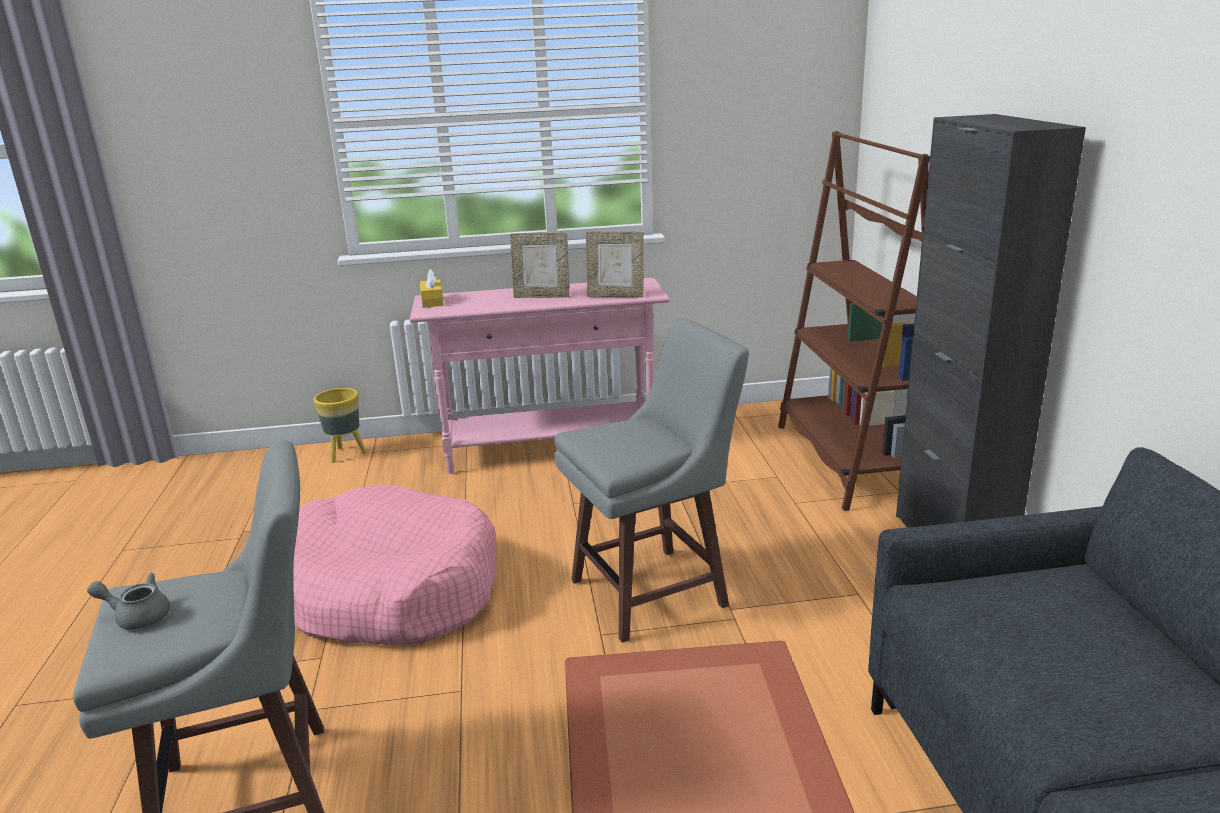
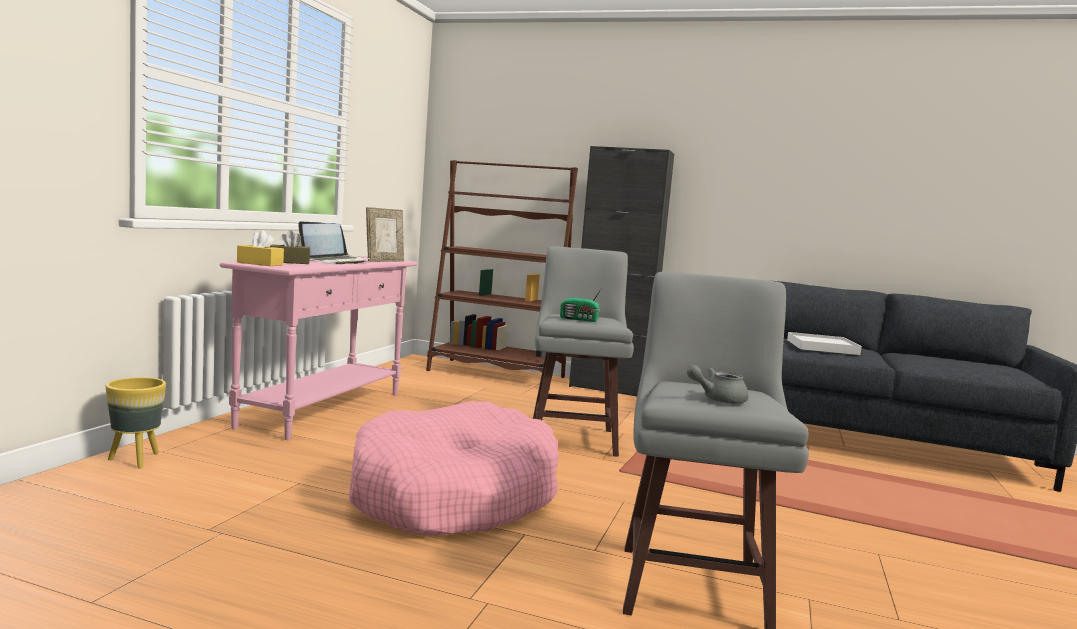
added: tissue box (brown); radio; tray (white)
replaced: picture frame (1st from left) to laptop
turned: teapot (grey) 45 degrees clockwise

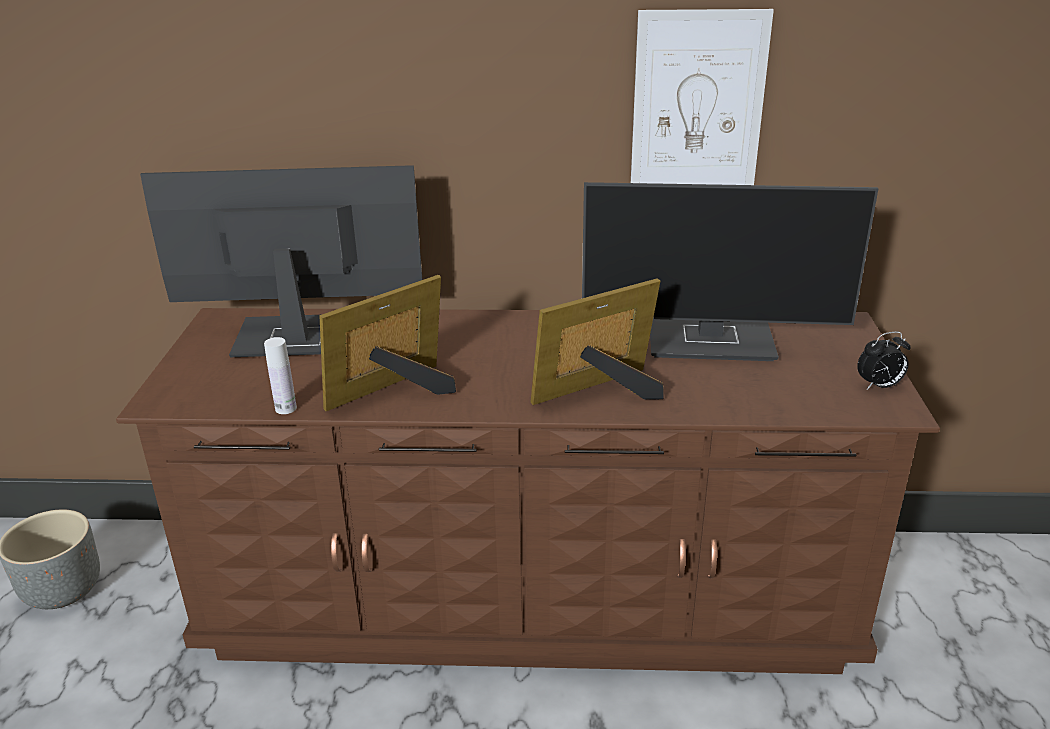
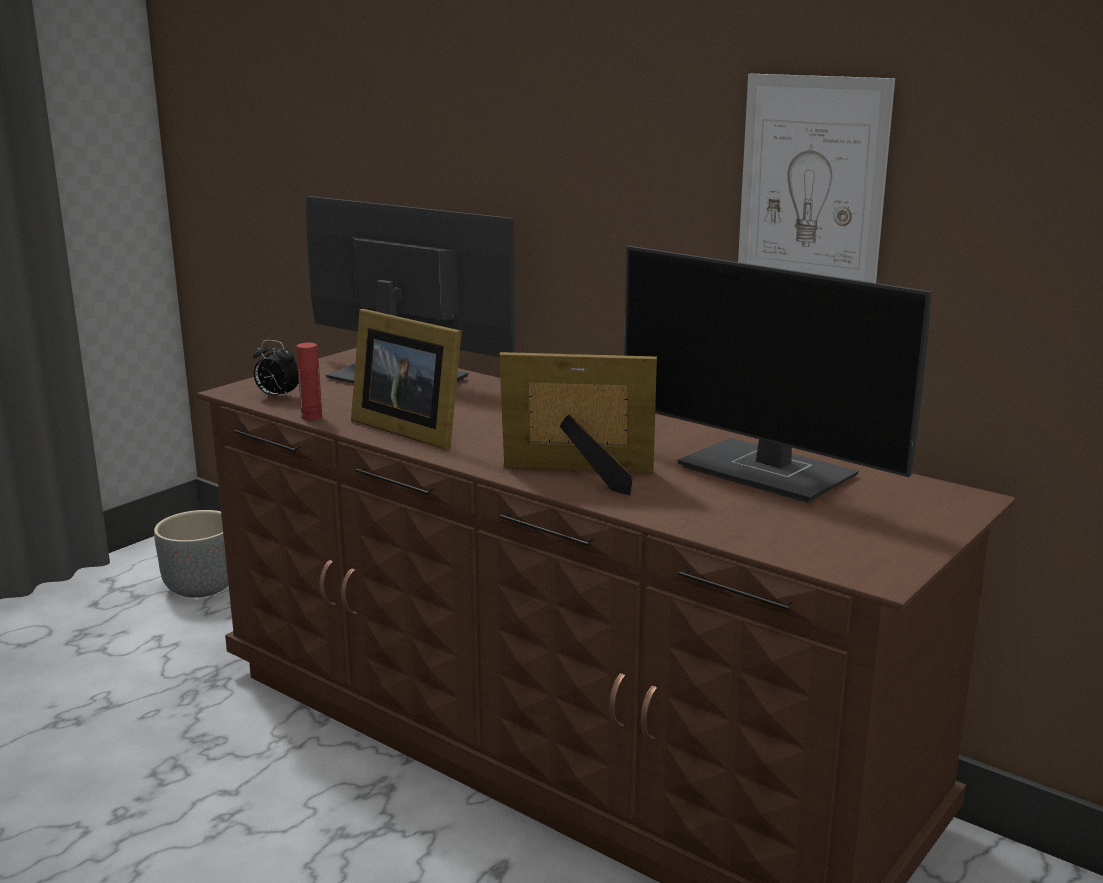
moved: alarm clock
recoloured: bottle (white) to bottle (red)
turned: picture frame (1st from left) 135 degrees counterclockwise

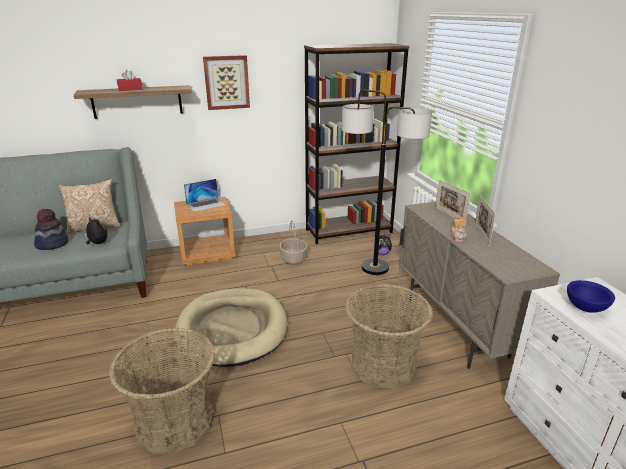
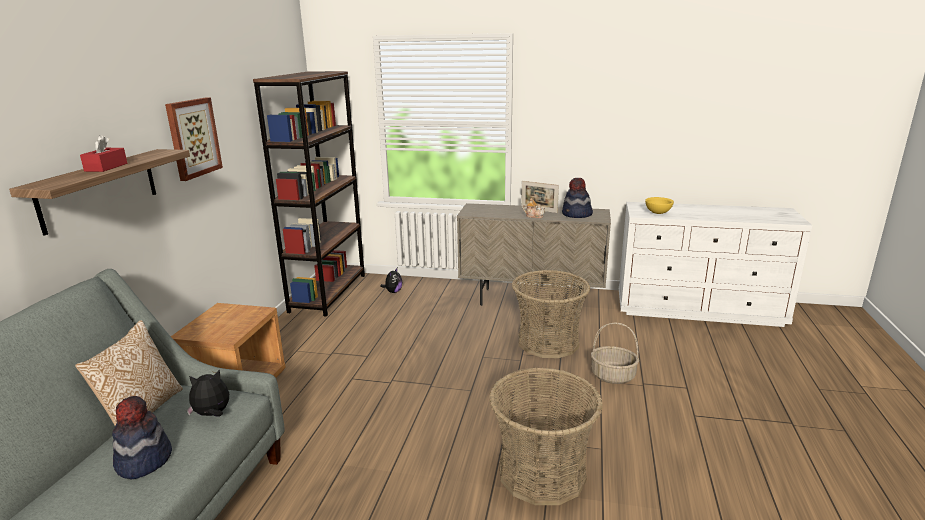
removed: dog bed (beige); laptop; floor lamp; picture frame (1st from left)
added: hat (2nd from left)
moved: basket (2nd from left in the first image) to basket (3rd from left)
recoloured: bowl (blue) to bowl (yellow)

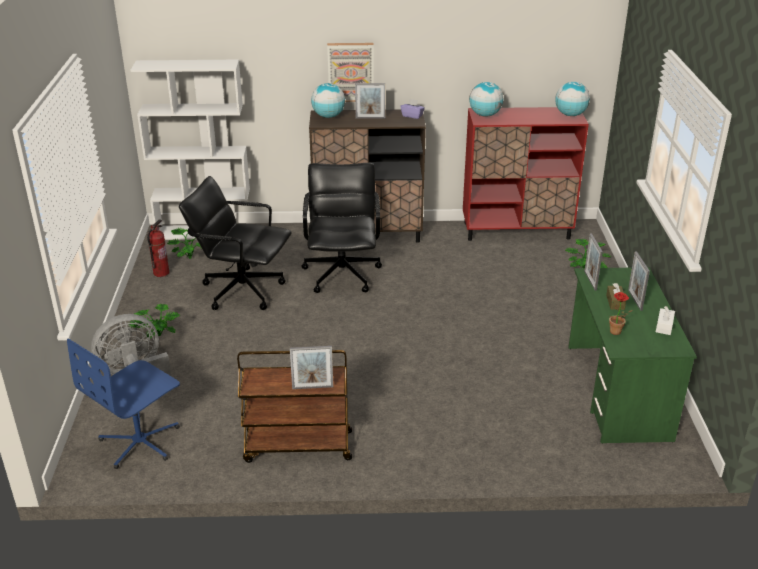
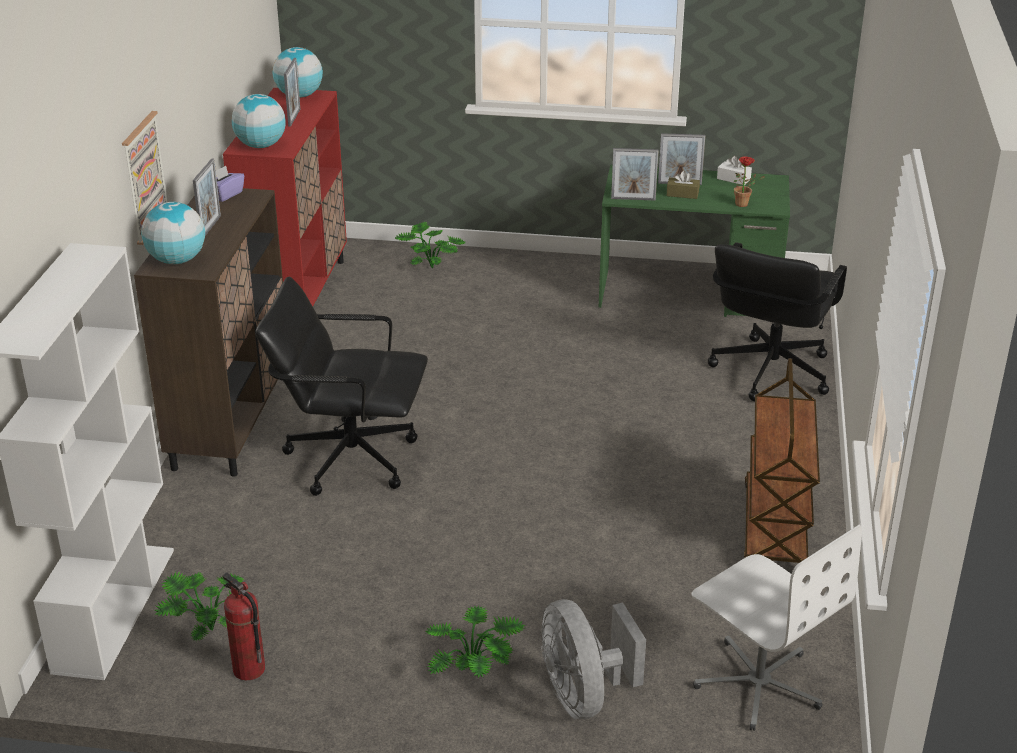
moved: office chair (black) (1st from left in the first image) to office chair (black) (2nd from left); picture frame (1st from left in the first image) to picture frame (2nd from left)
recoloured: office chair (blue) to office chair (white)

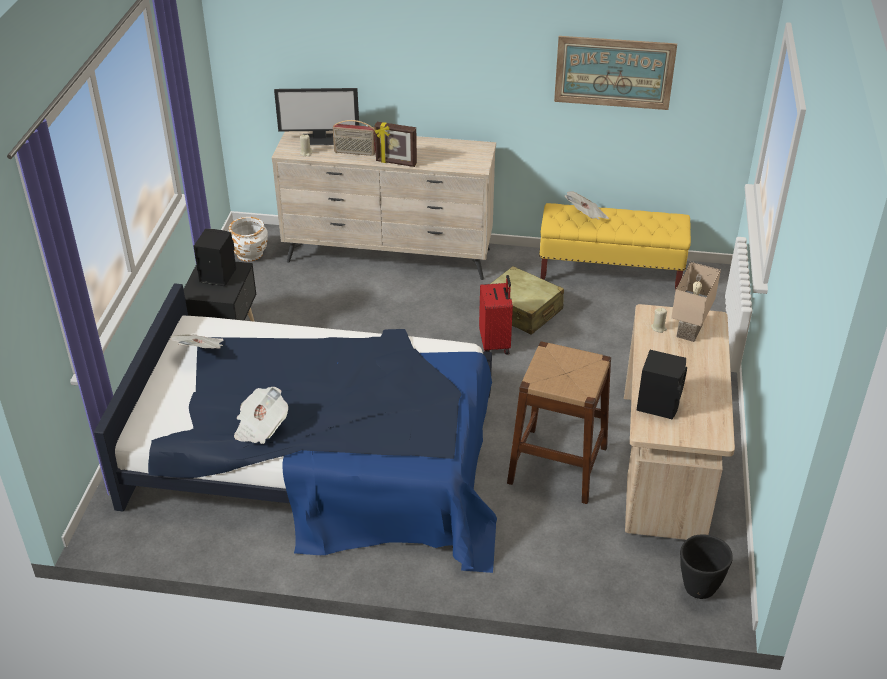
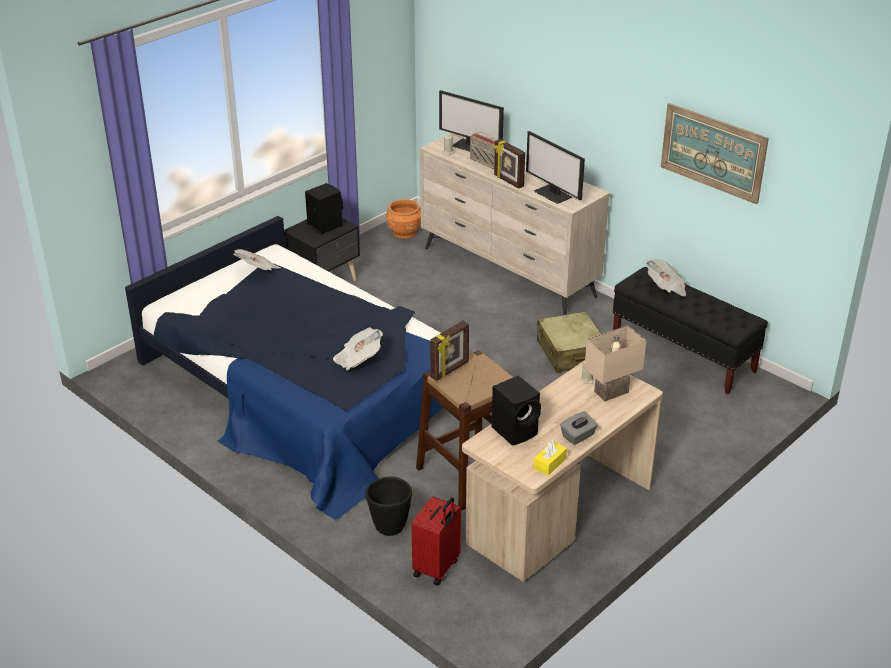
added: picture frame (1st from left); monitor (2nd from left); tissue box (yellow); tissue box (grey)
moved: newspaper (2nd from left); suitcase (red); planter (black)
recoloured: planter (white) to planter (orange); bench (yellow) to bench (black)

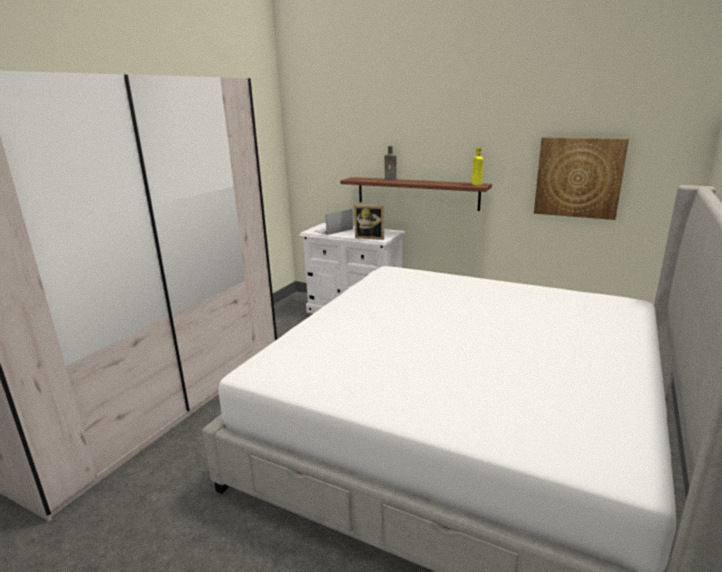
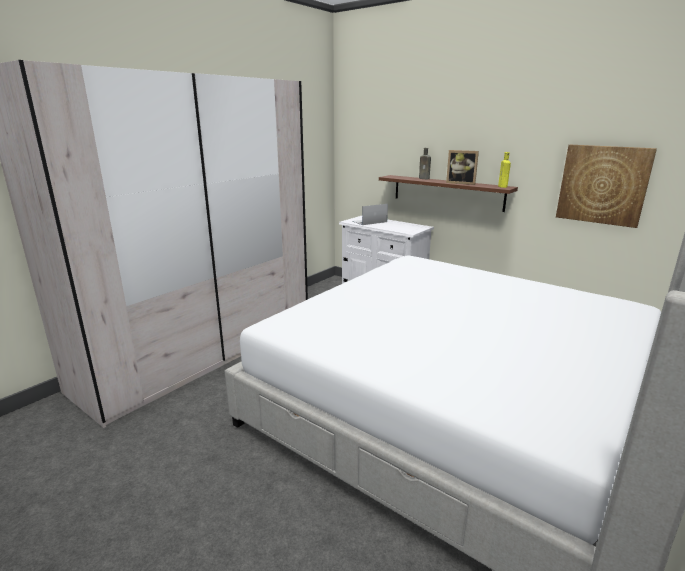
moved: picture frame

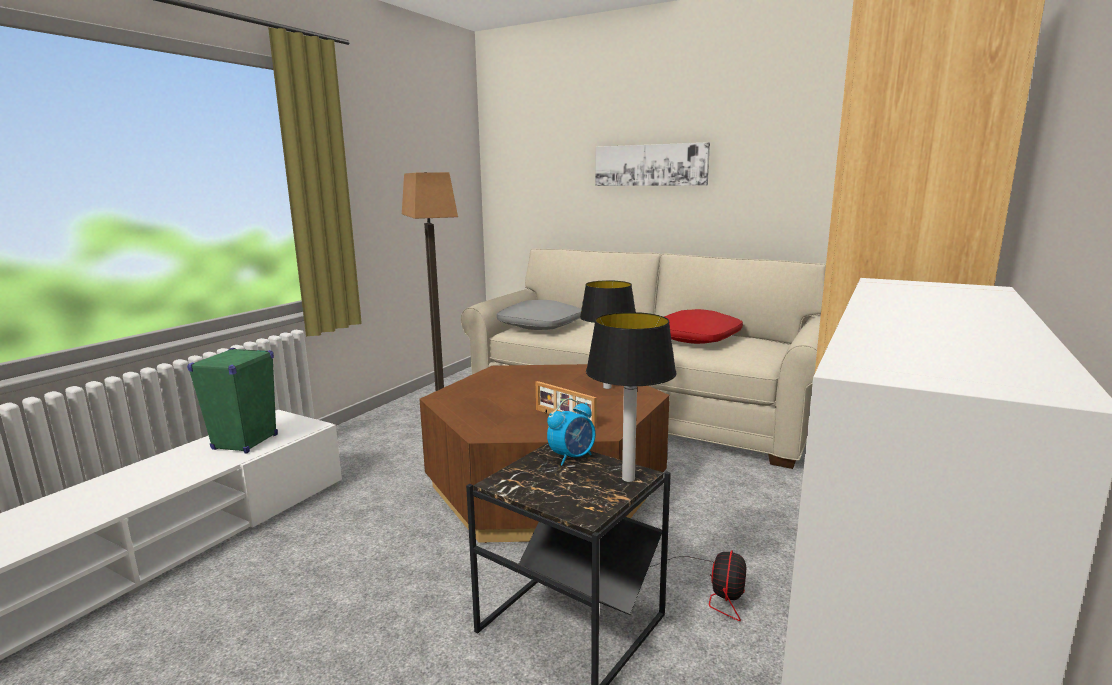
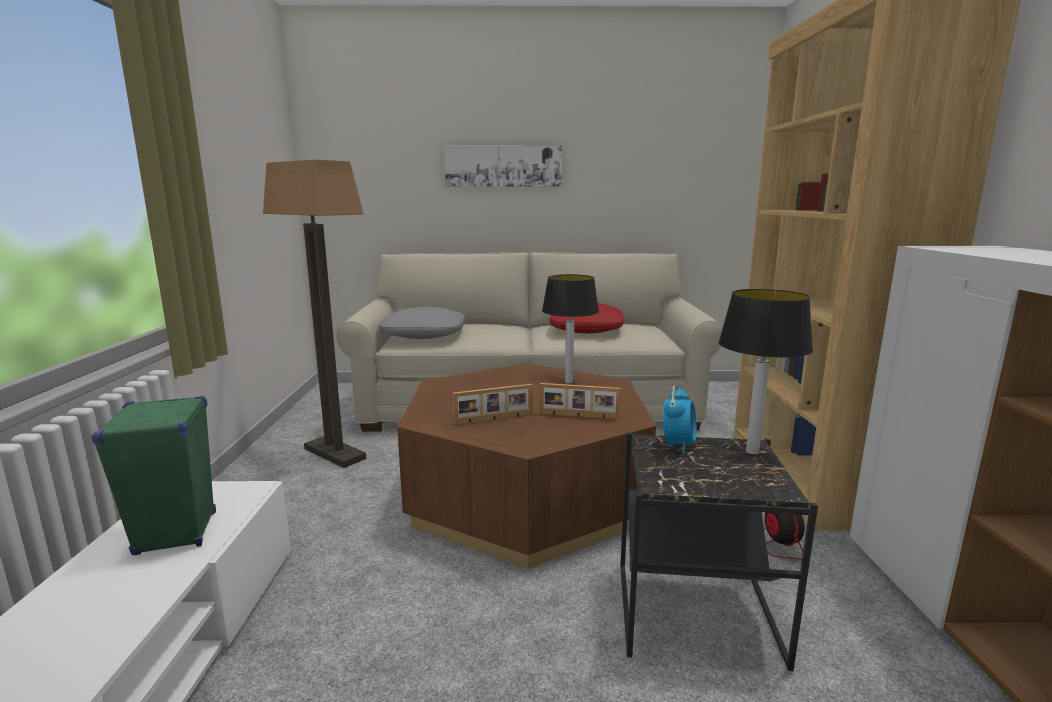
added: picture frame (1st from left)

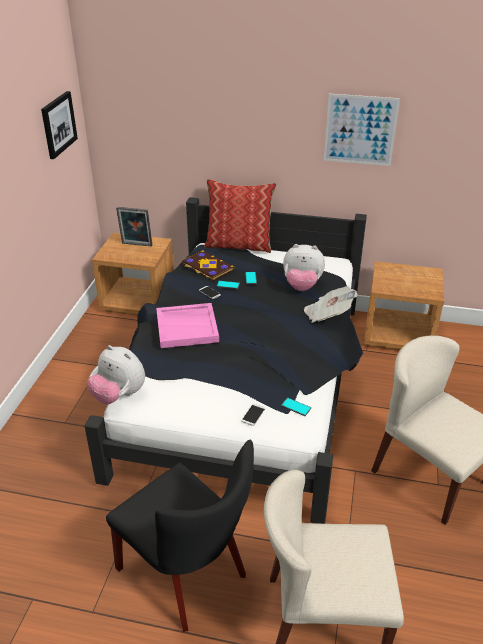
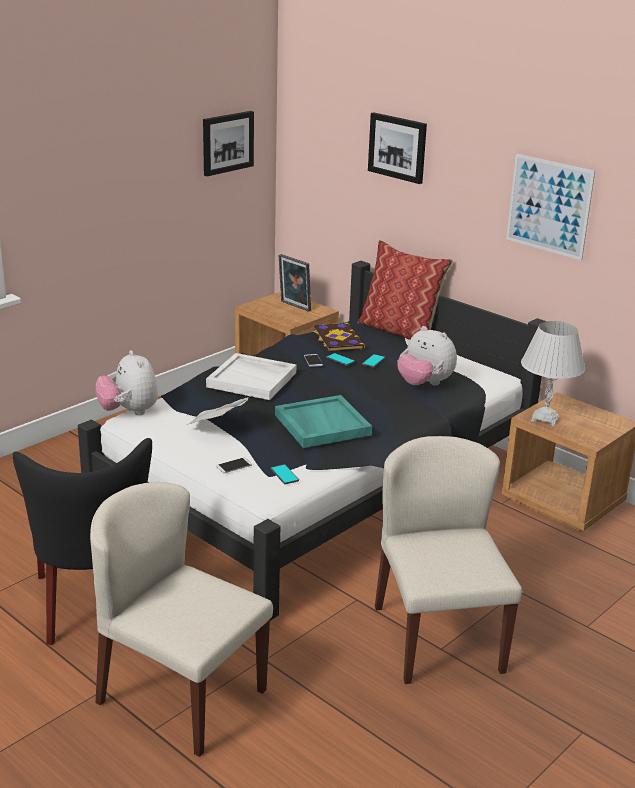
added: tray (turquoise); picture (2nd from left); table lamp (white)
moved: newspaper
recoloured: tray (pink) to tray (white)

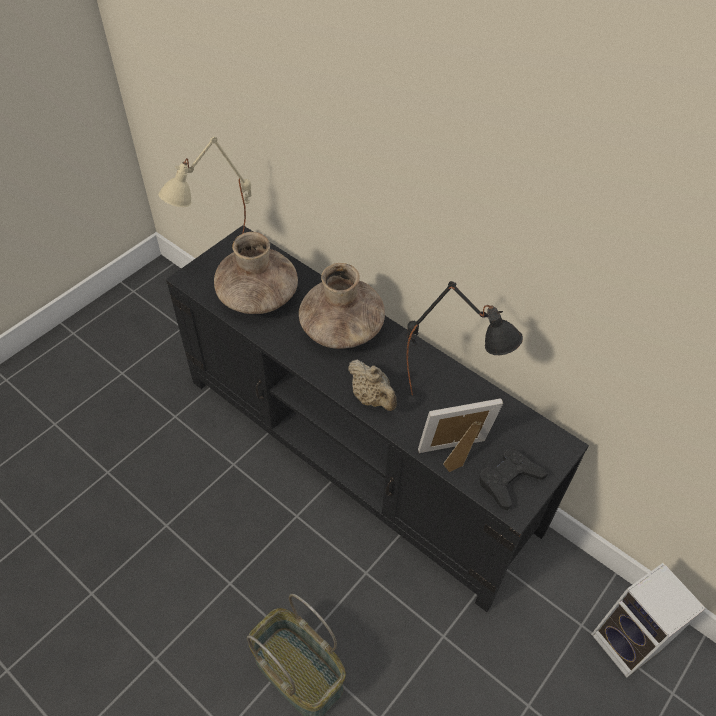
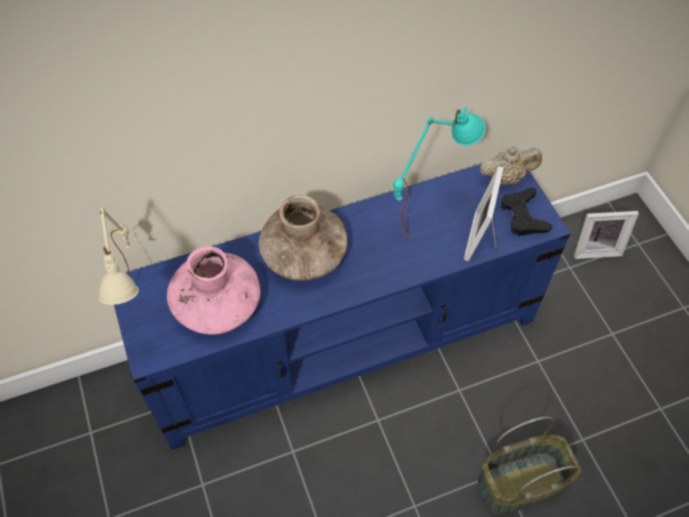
moved: teapot (beige)
replaced: speaker to picture frame (2nd from left)
recoloured: tv stand (black) to tv stand (blue); vase (brown) (1st from left) to vase (pink); table lamp (black) to table lamp (turquoise)

